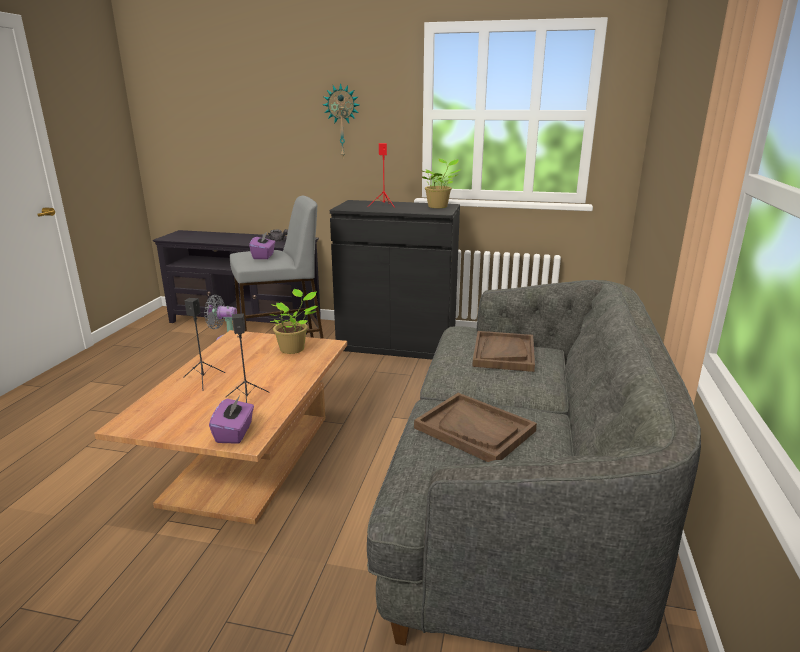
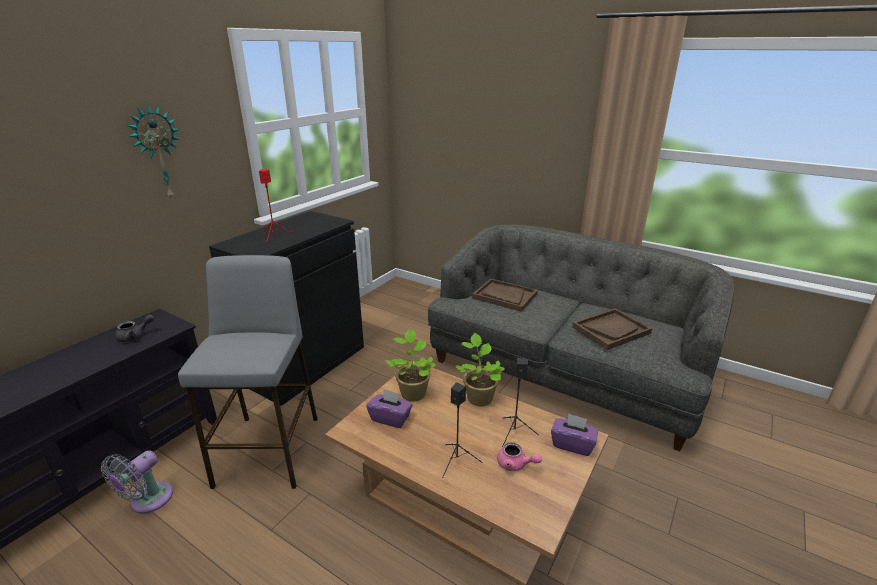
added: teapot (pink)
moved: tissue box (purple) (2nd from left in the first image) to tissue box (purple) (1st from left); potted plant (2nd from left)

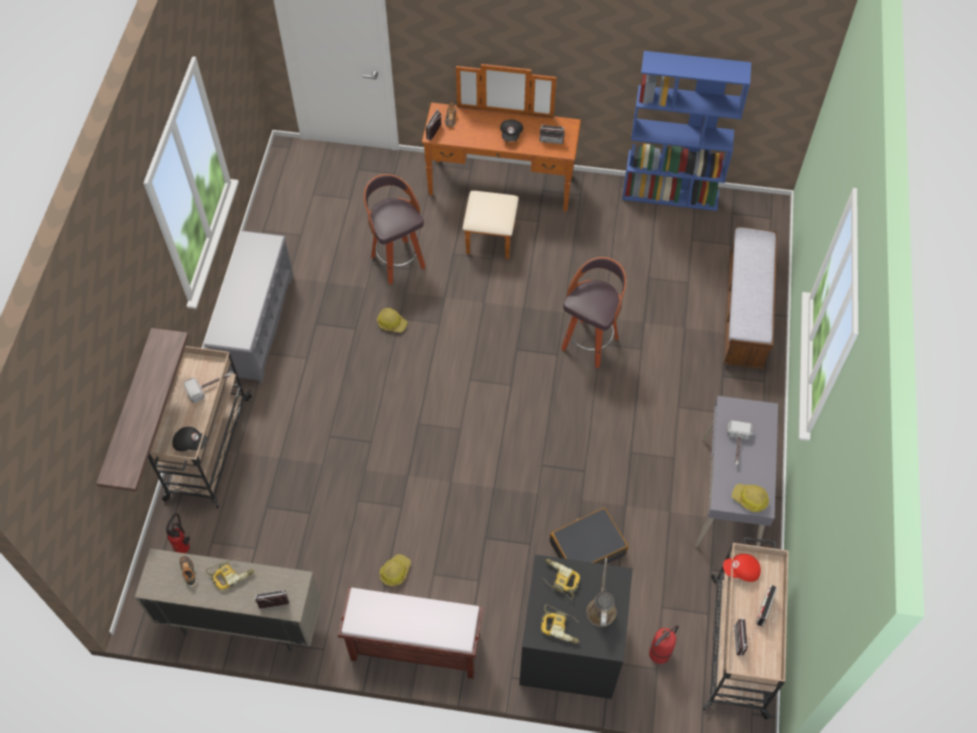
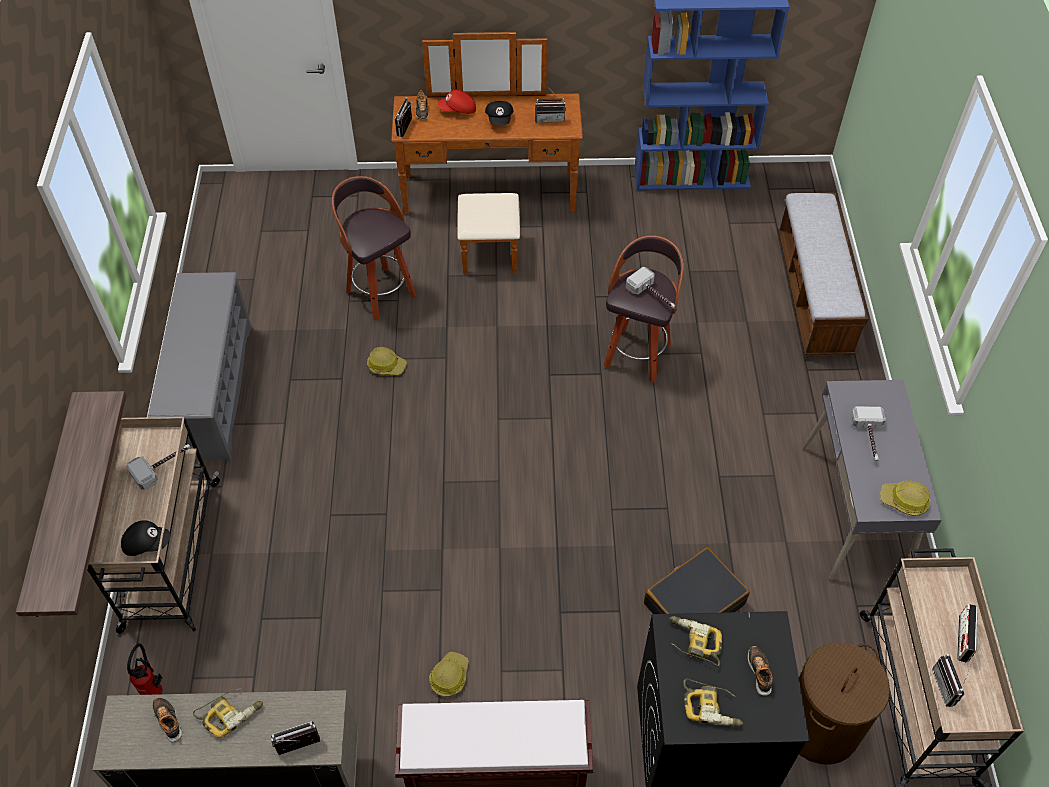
added: hammer (2nd from left)
moved: cap (red)
replaced: watering can (brown) to shoe (3rd from left); fire extinguisher (2nd from left) to laundry basket (brown)

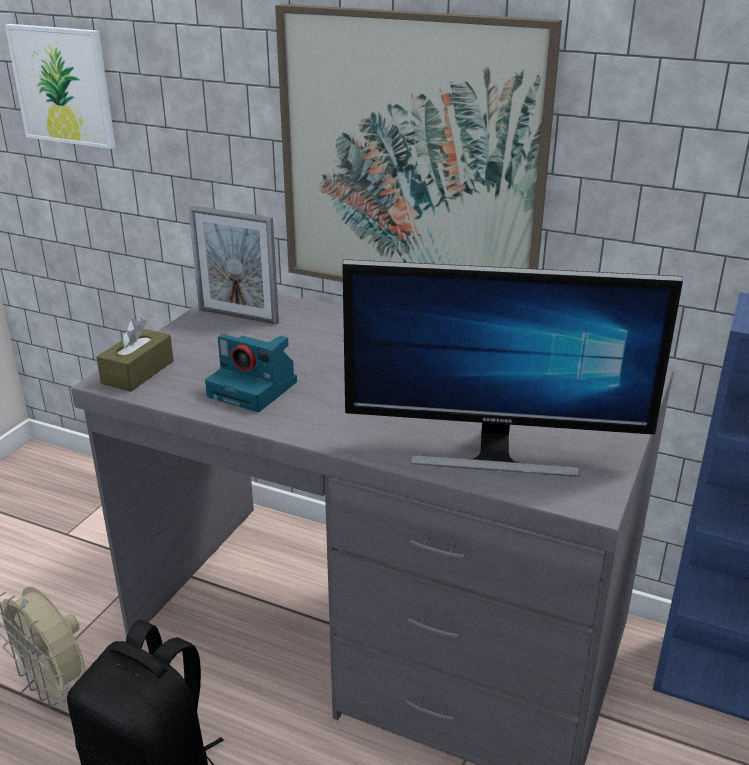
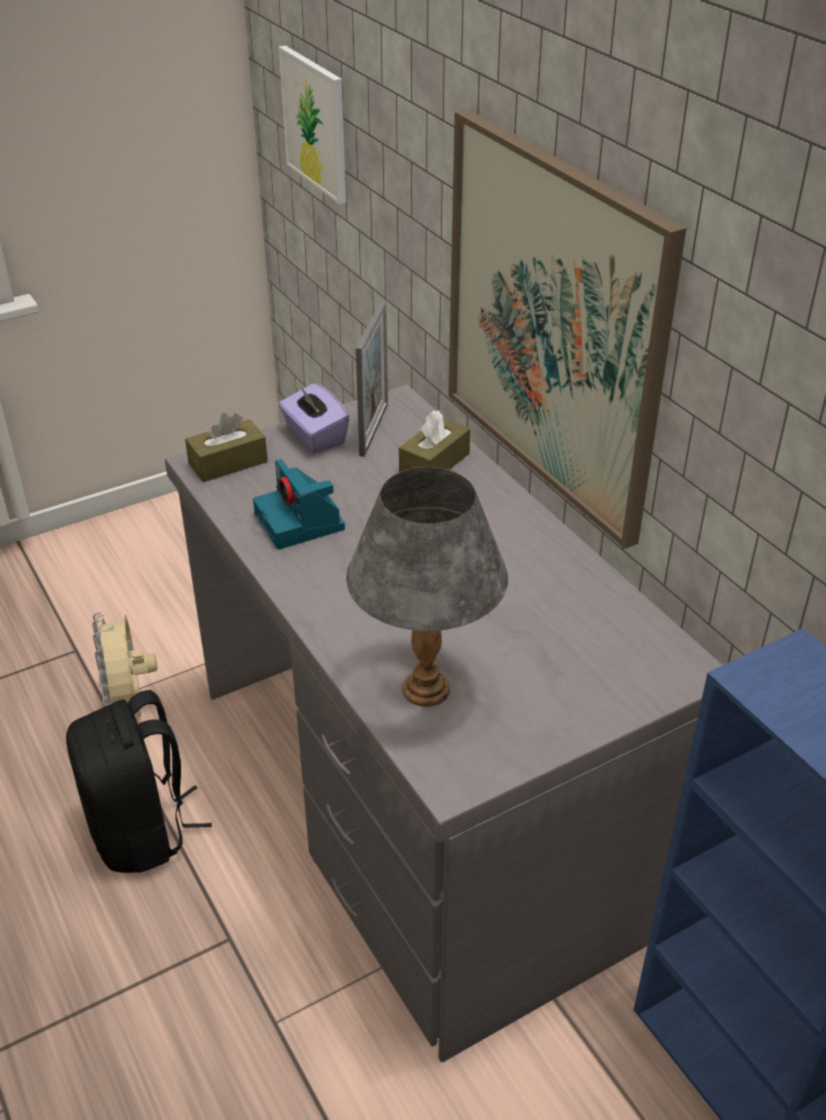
added: tissue box (purple); tissue box (brown) (2nd from left)
replaced: monitor to table lamp (grey)
turned: picture frame 135 degrees counterclockwise

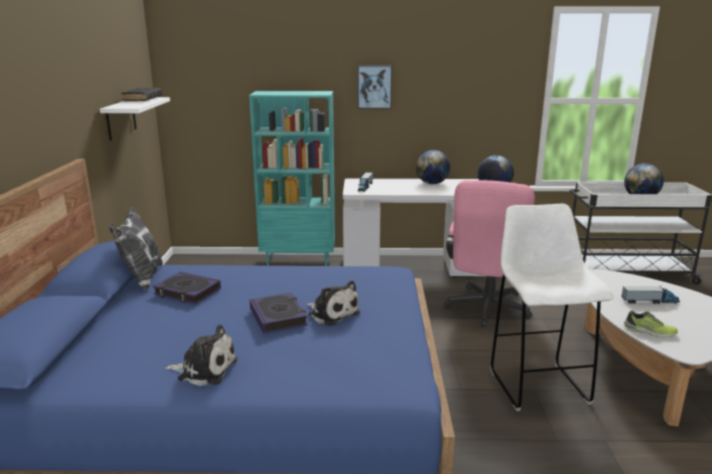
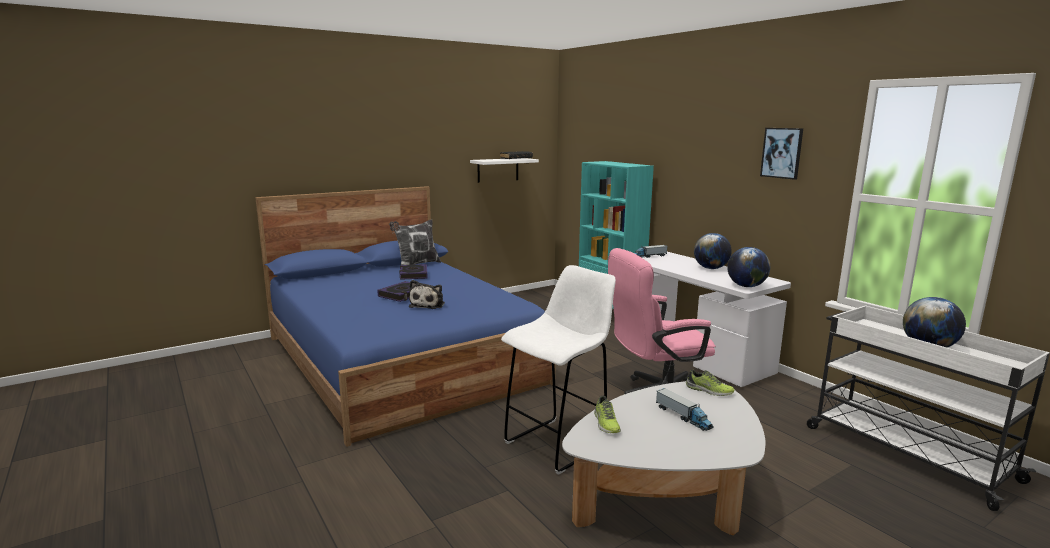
removed: plush toy (1st from left)
added: shoe (2nd from left)
moved: picture

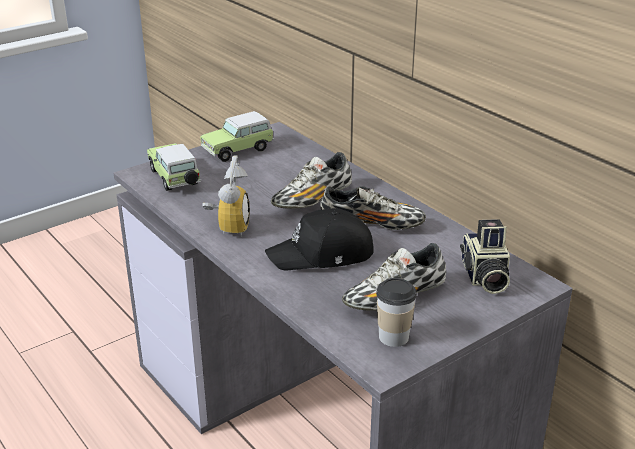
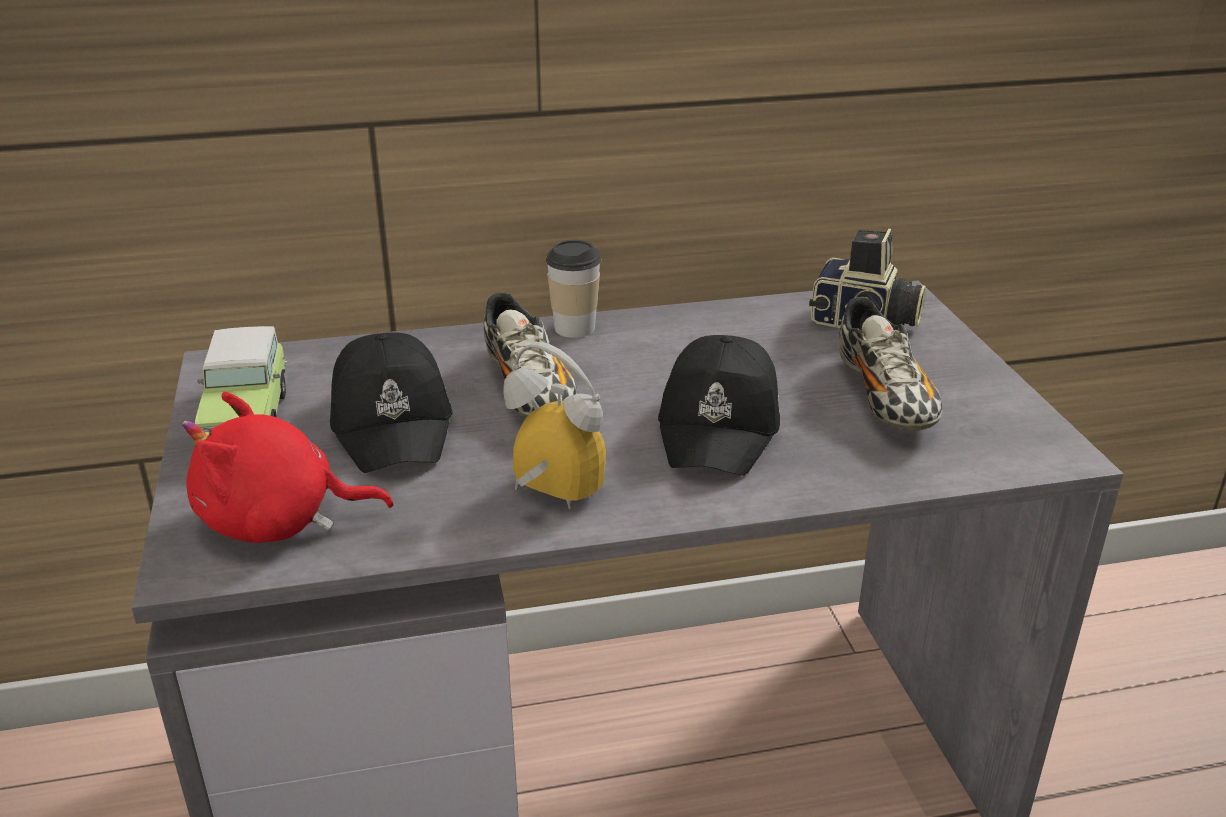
removed: shoe (2nd from left)
added: cap (black) (1st from left)
moved: cup
replaced: toy car (1st from left) to plush toy (red)

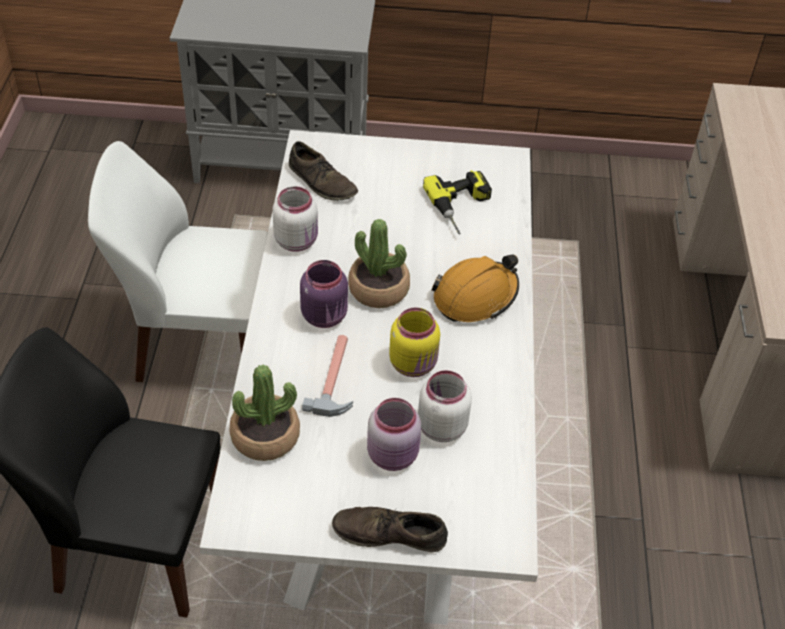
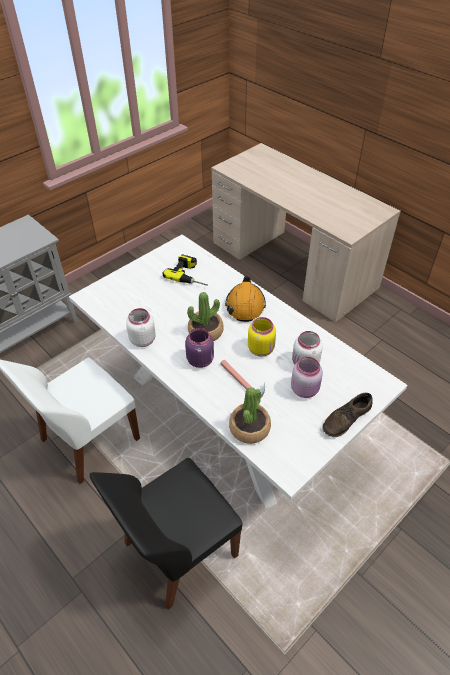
removed: shoe (brown) (1st from left)

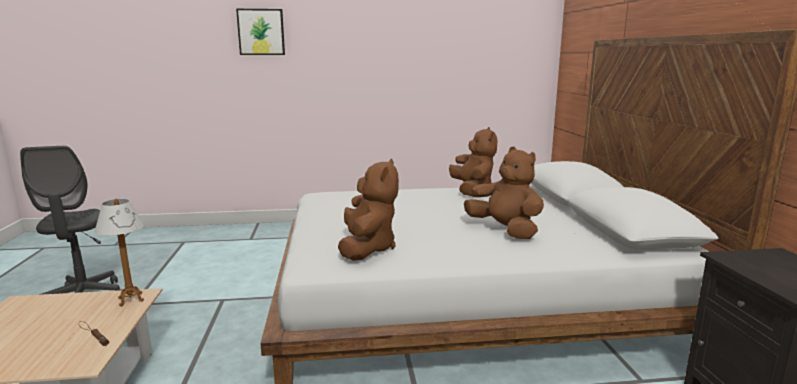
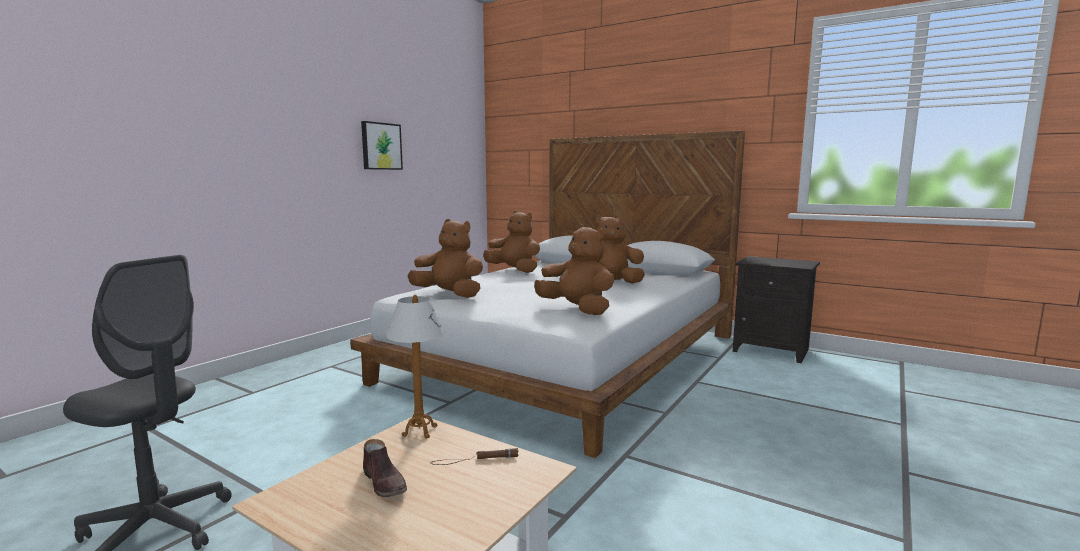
added: shoe (brown); plush toy (brown) (1st from left)
moved: picture

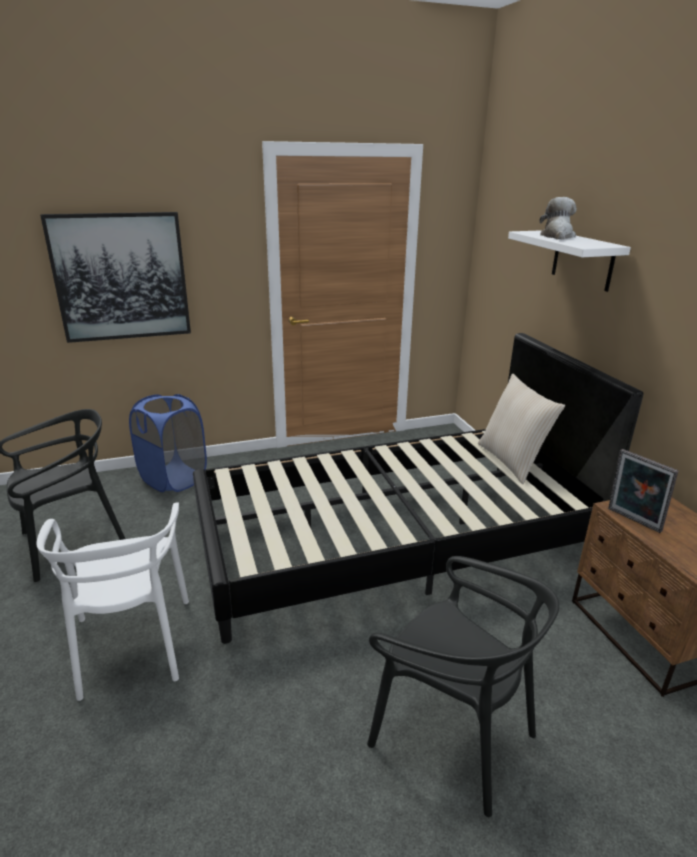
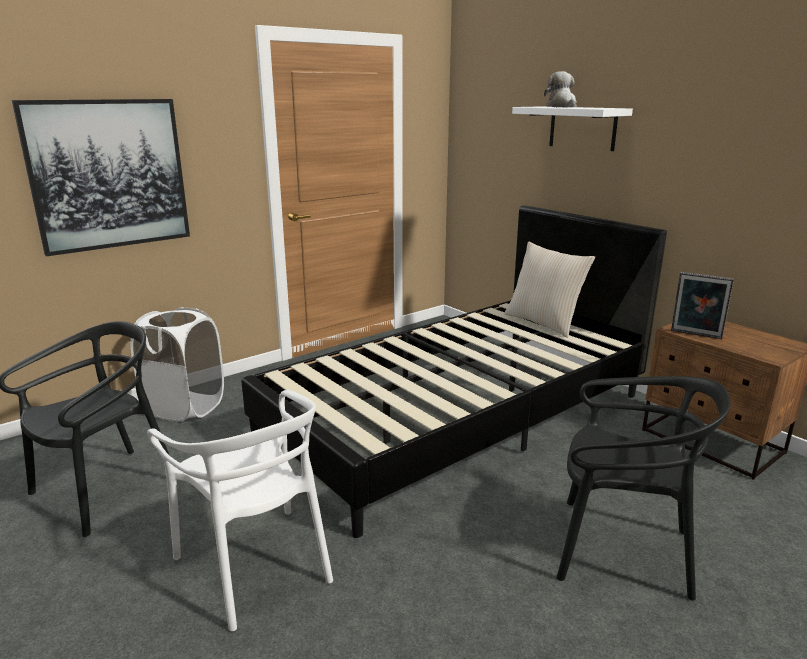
recoloured: laundry basket (blue) to laundry basket (white)

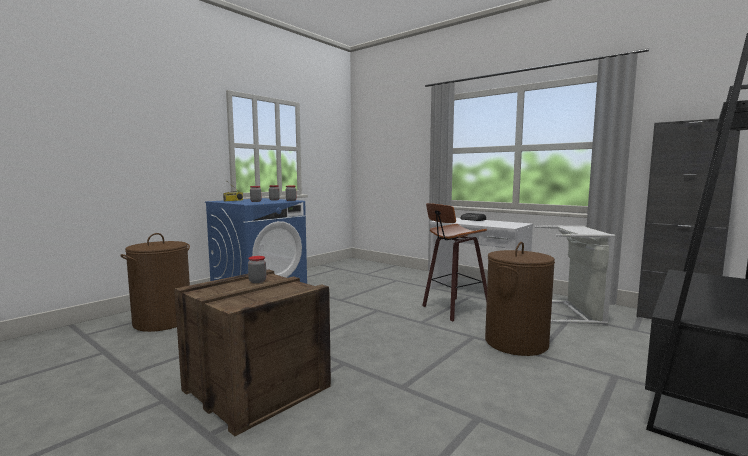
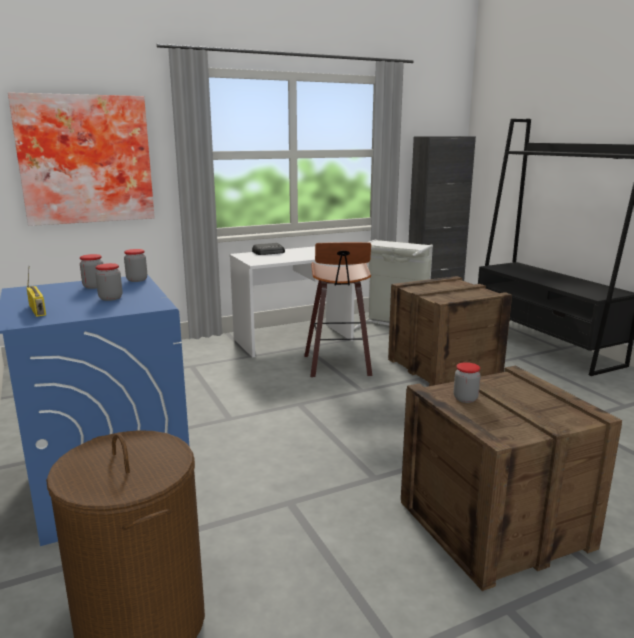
added: picture
replaced: laundry basket (brown) (2nd from left) to crate (1st from left)

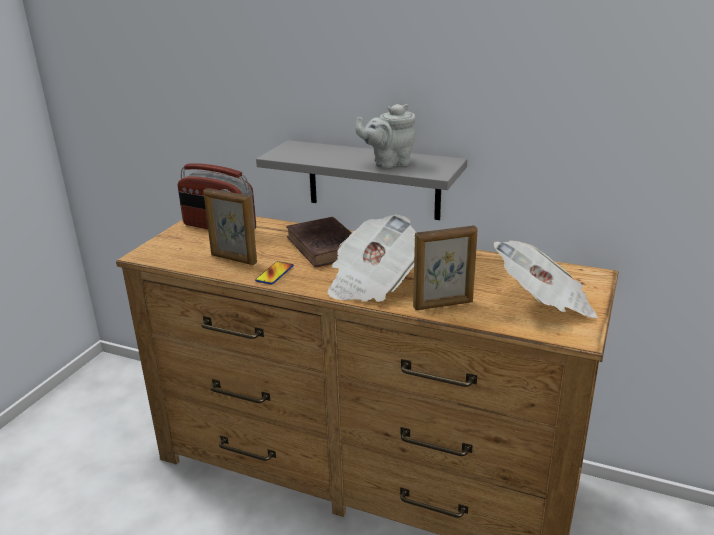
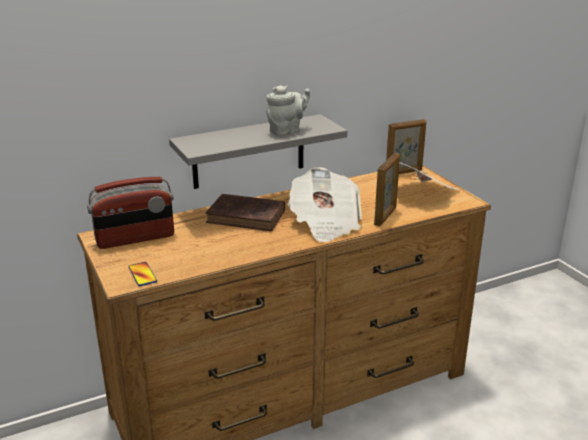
moved: picture frame (1st from left in the first image) to picture frame (2nd from left); phone
turned: teapot (grey) 150 degrees counterclockwise

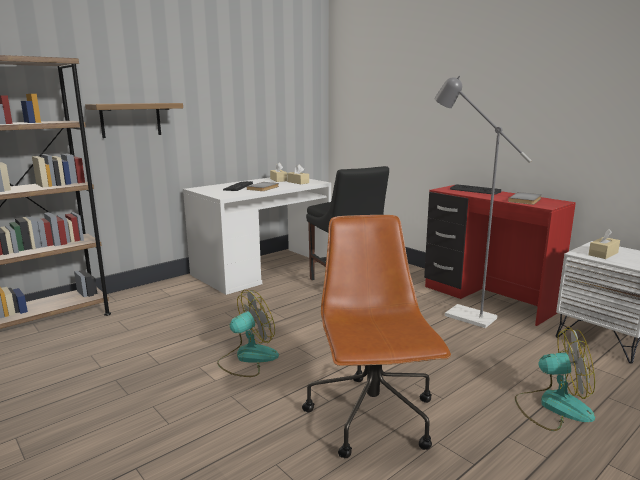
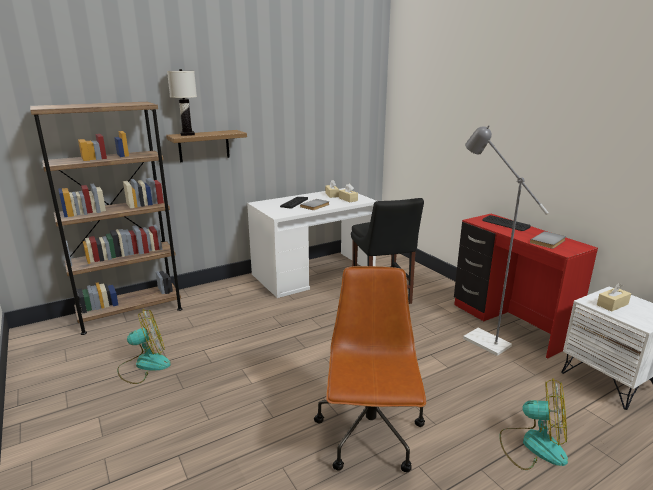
added: table lamp (white)
moved: fan (1st from left)

